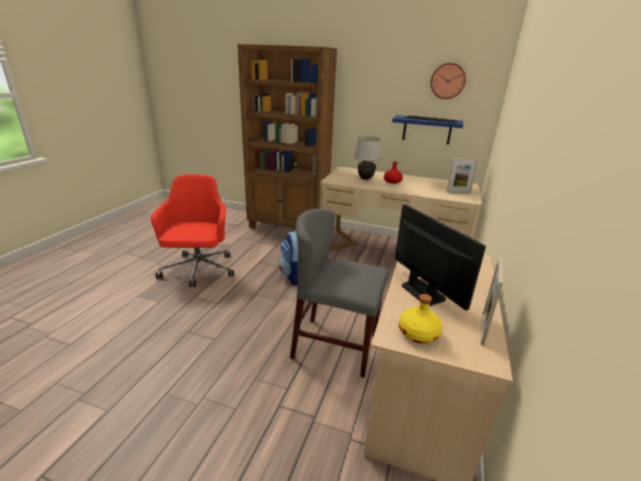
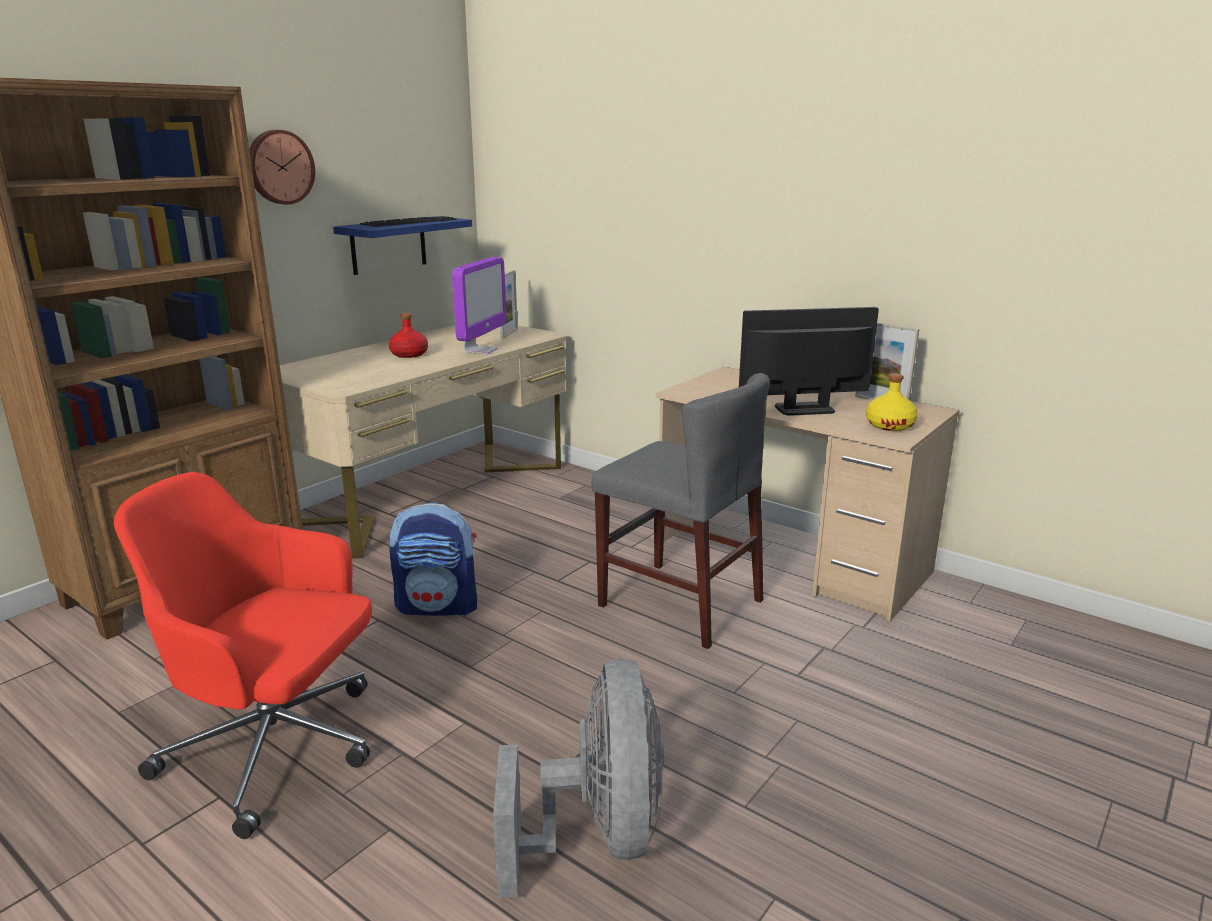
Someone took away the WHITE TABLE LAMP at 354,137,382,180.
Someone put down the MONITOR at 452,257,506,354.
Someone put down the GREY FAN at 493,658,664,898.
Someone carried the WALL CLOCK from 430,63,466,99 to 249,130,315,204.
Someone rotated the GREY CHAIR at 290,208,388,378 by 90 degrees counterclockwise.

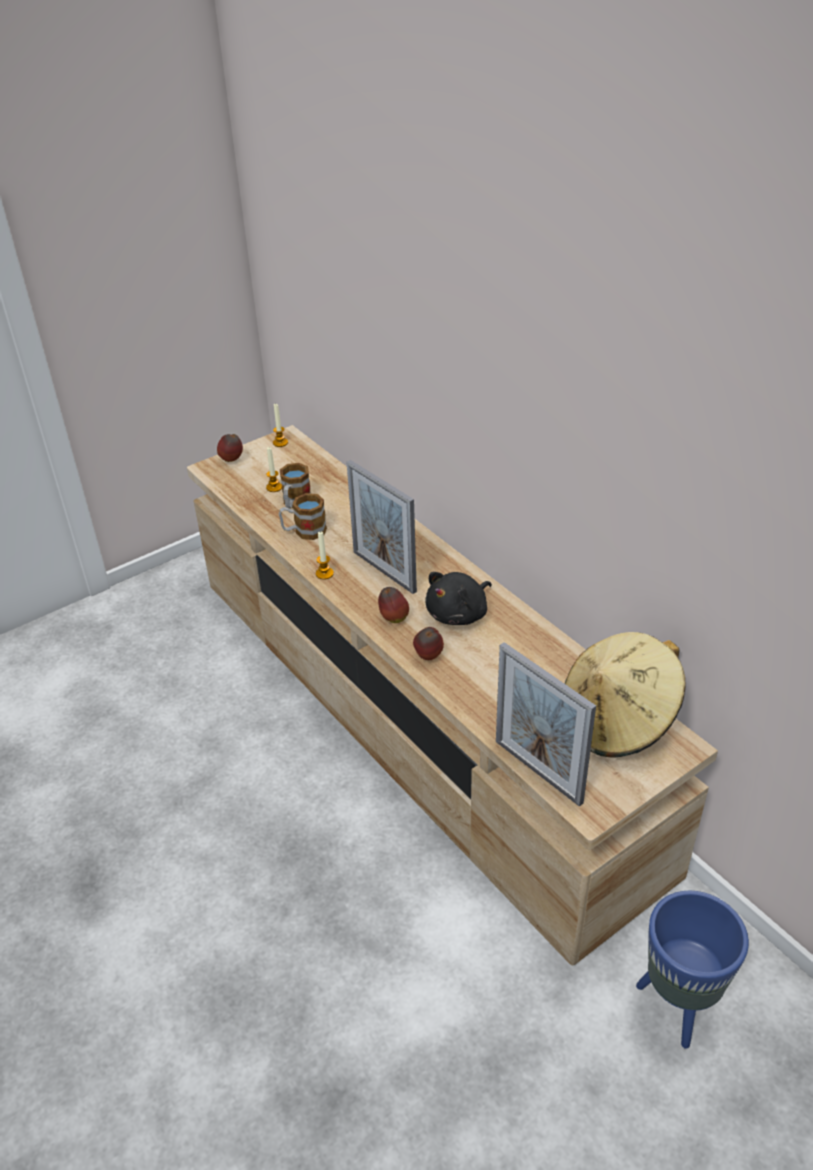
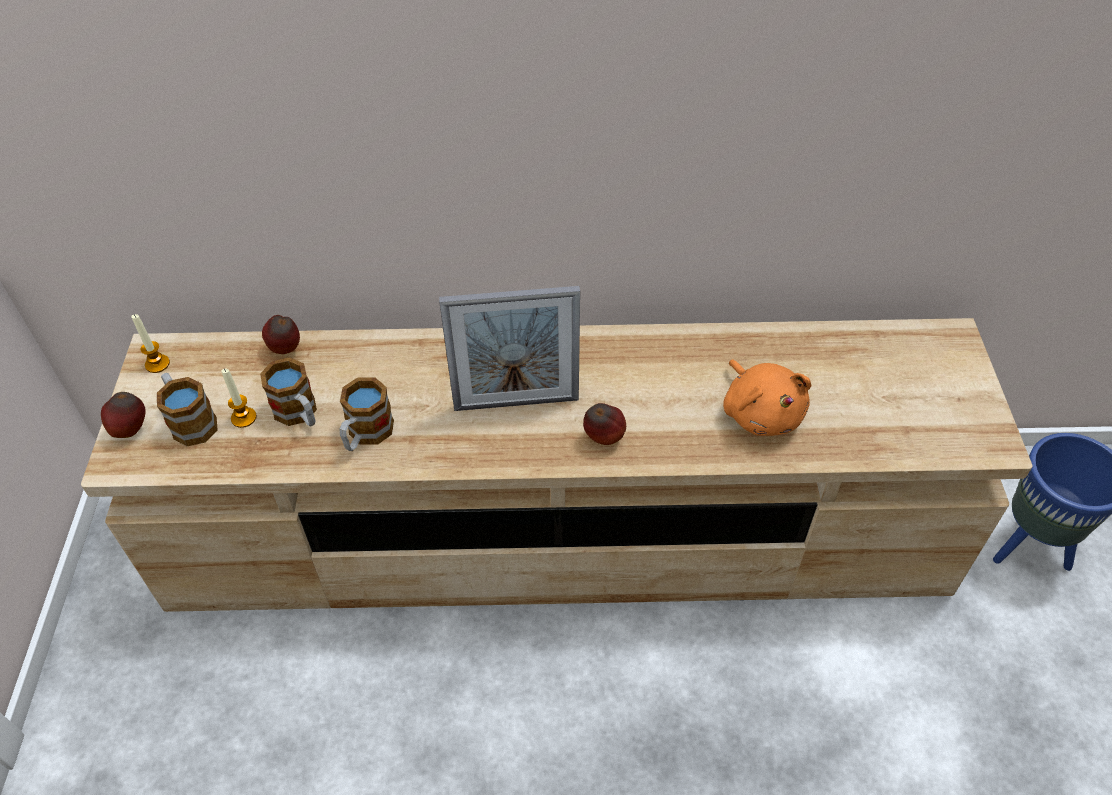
Someone took away the CANDLE at 316,531,334,580.
Someone took away the BLACK PLUSH TOY at 425,572,492,625.
Someone took away the PICTURE FRAME at 496,642,596,807.
Someone took away the BEIGE HAT at 565,632,686,758.
Someone put down the MUG at 157,373,218,446.
Someone put down the ORANGE PLUSH TOY at 723,359,811,436.
Someone carried the APPLE from 413,627,444,660 to 262,315,300,354.

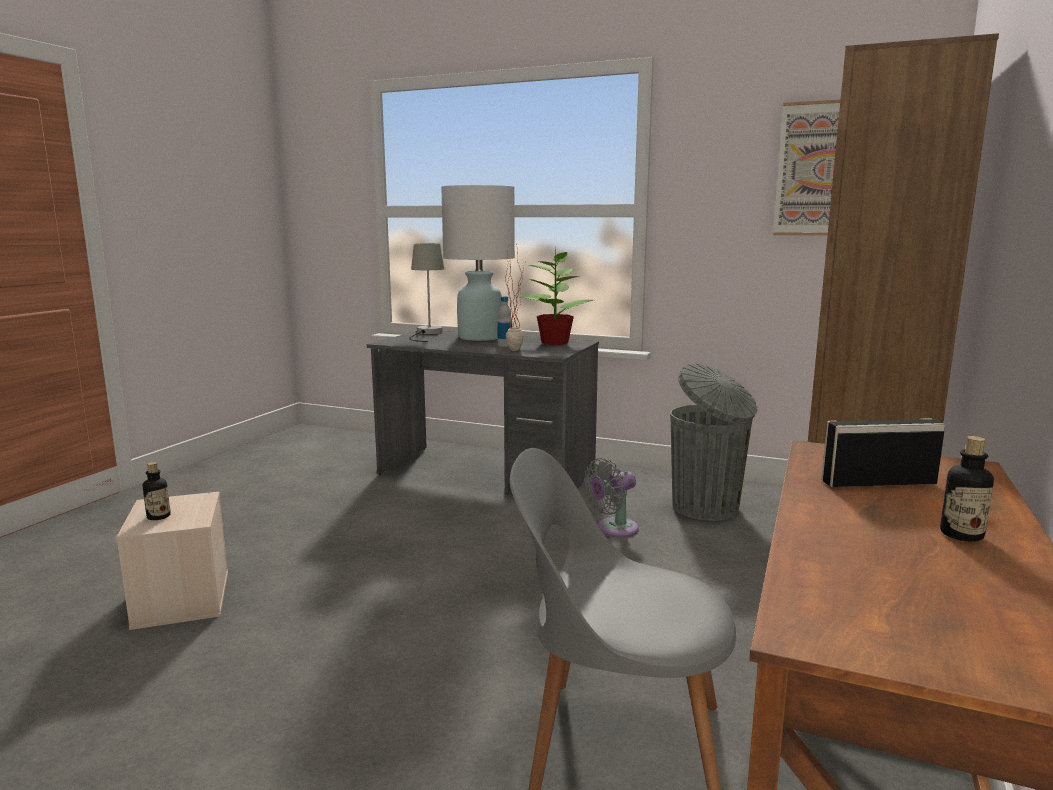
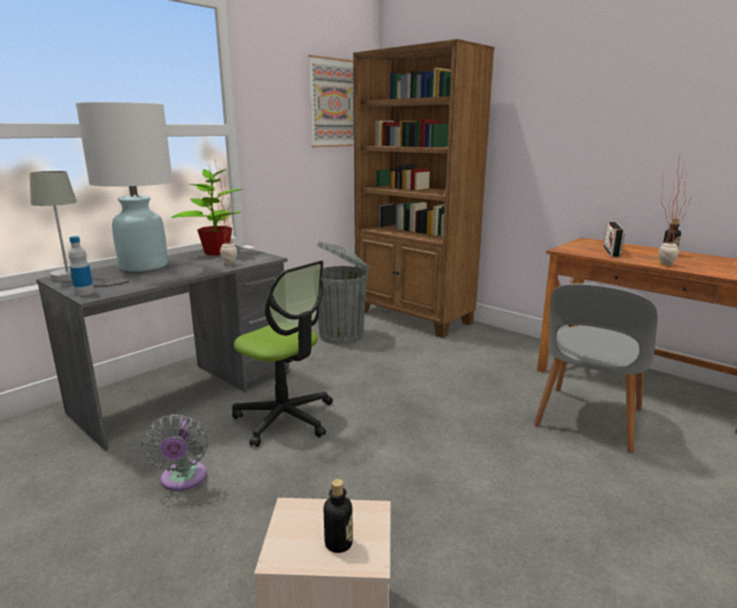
Someone put down the OFFICE CHAIR at 232,261,333,447.
Someone put down the POTTED PLANT at 659,157,689,266.
Someone carried the BOTTLE from 497,297,512,347 to 69,236,94,296.
Someone carried the GREY FAN from 584,458,639,538 to 141,414,208,491.

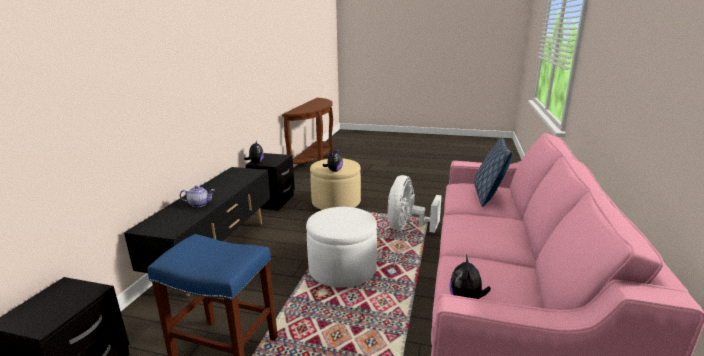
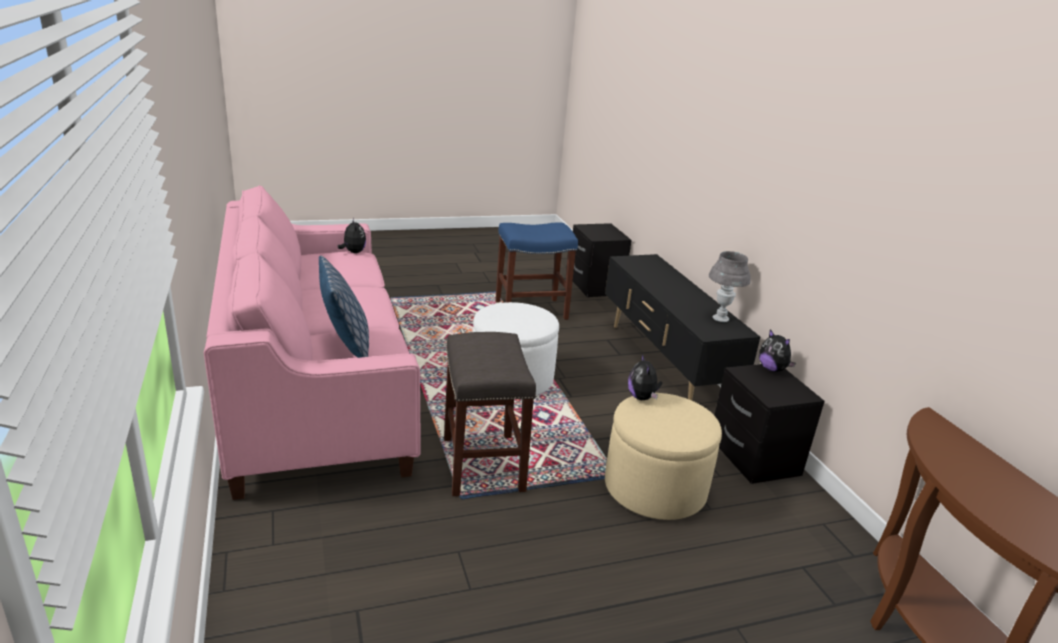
Someone took away the TEAPOT at 180,186,214,207.
Someone put down the GREY TABLE LAMP at 709,251,751,322.
Someone swapped the WHITE FAN at 388,175,442,233 for the GREY STOOL at 444,332,536,496.

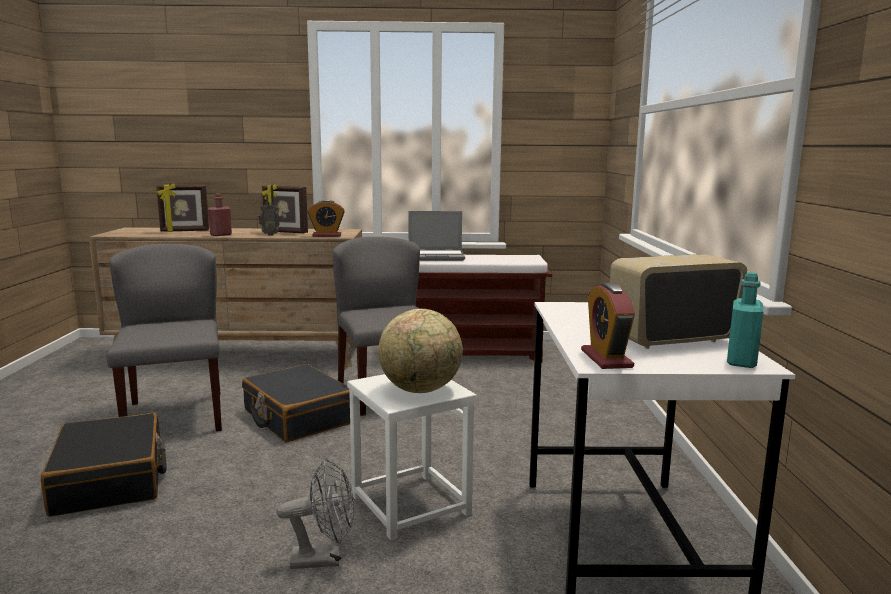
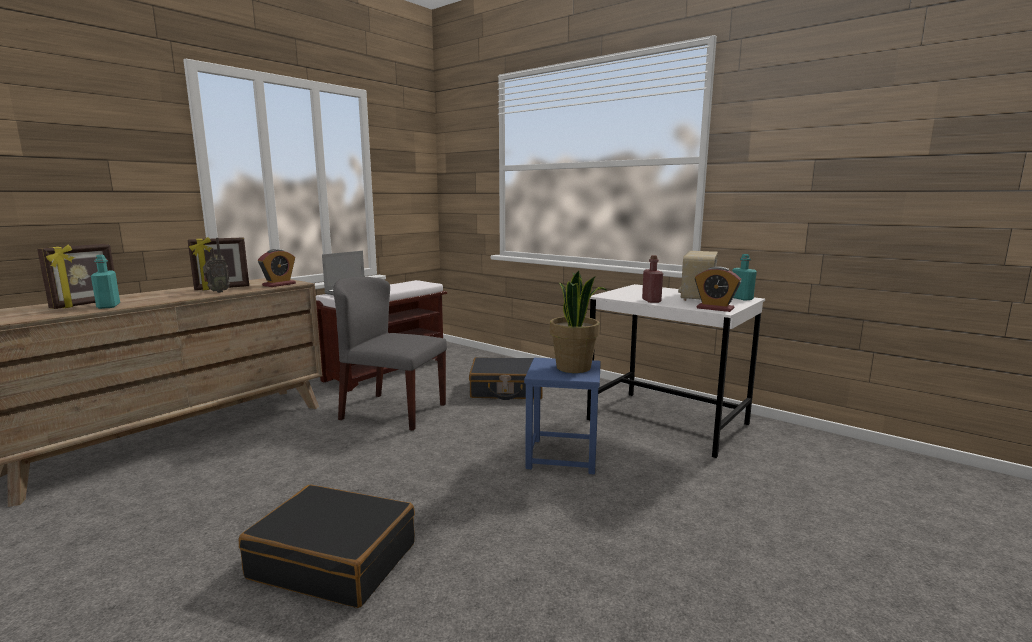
Someone took away the GREY CHAIR at 107,244,222,432.
Someone took away the GREY FAN at 277,458,354,569.
Someone put down the TURQUOISE BOTTLE at 91,255,120,309.
Someone carried the RED BOTTLE from 208,193,232,236 to 642,255,663,303.
Someone carried the BLACK SUITCASE from 242,364,350,442 to 469,357,542,400.
Someone swapped the GLOBE at 378,309,463,393 for the POTTED PLANT at 550,271,608,373.
Someone repainted the WHITE STOOL at 347,374,477,540, which became the BLUE STOOL at 524,358,601,475.

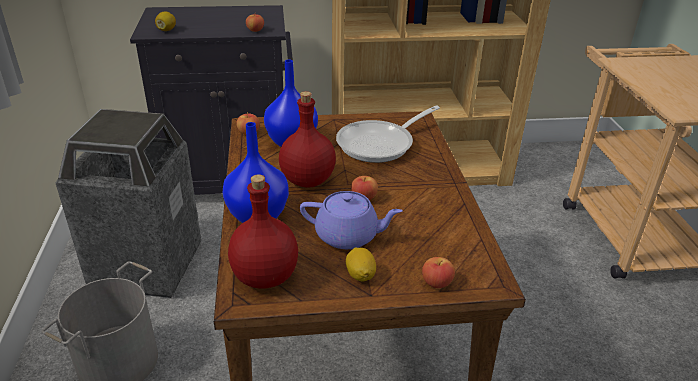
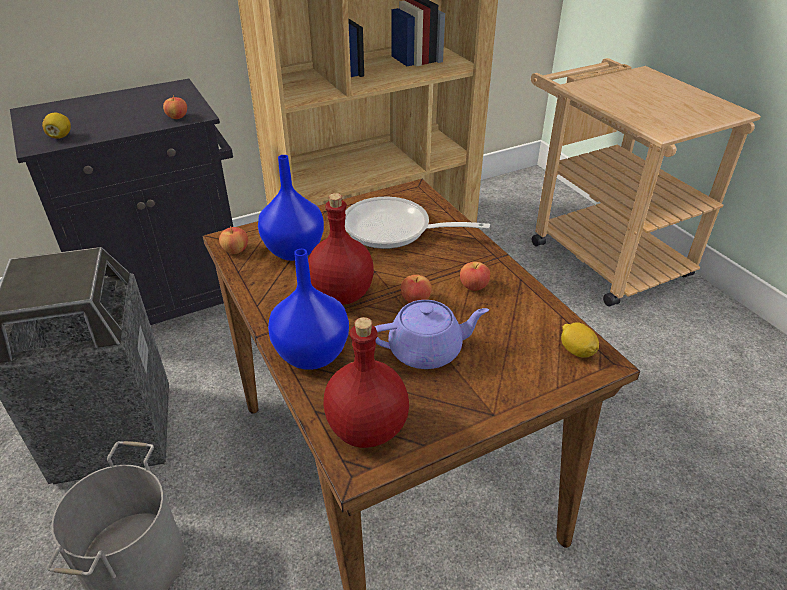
Someone carried the LEMON from 346,248,376,281 to 561,322,599,358.
Someone carried the APPLE from 422,257,455,288 to 460,262,491,291.
Someone rotated the FRYING PAN at 336,105,440,163 by 75 degrees clockwise.

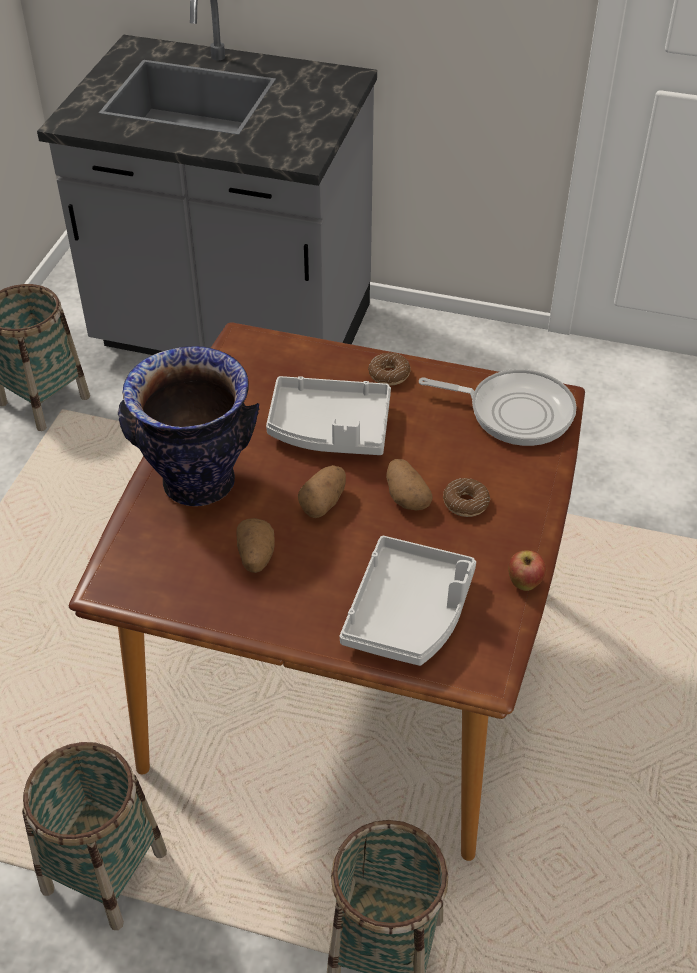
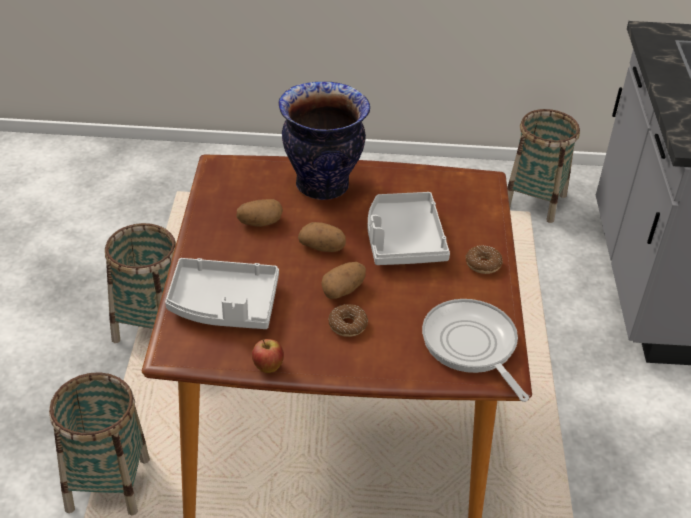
Someone rotated the FRYING PAN at 419,369,577,446 by 150 degrees clockwise.

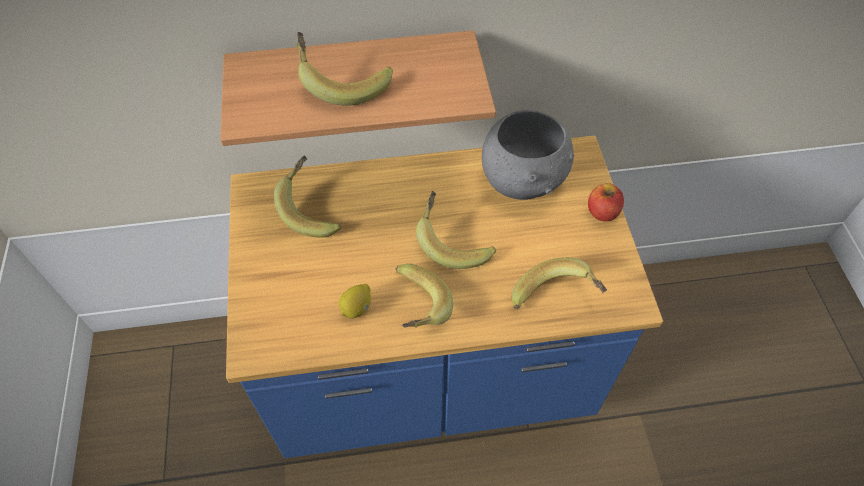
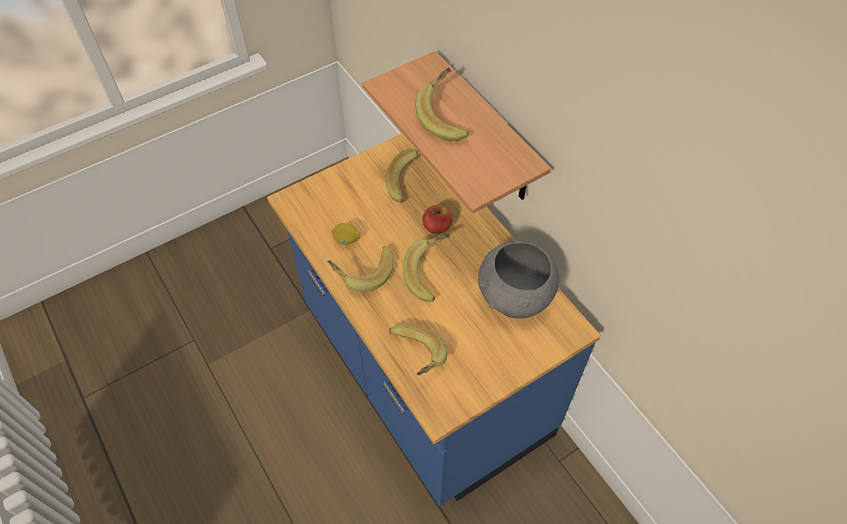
Someone carried the APPLE from 588,183,624,222 to 423,205,452,234.

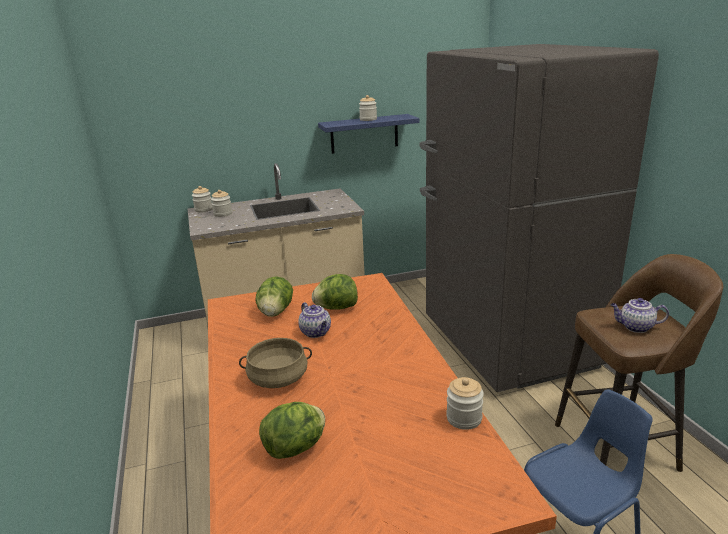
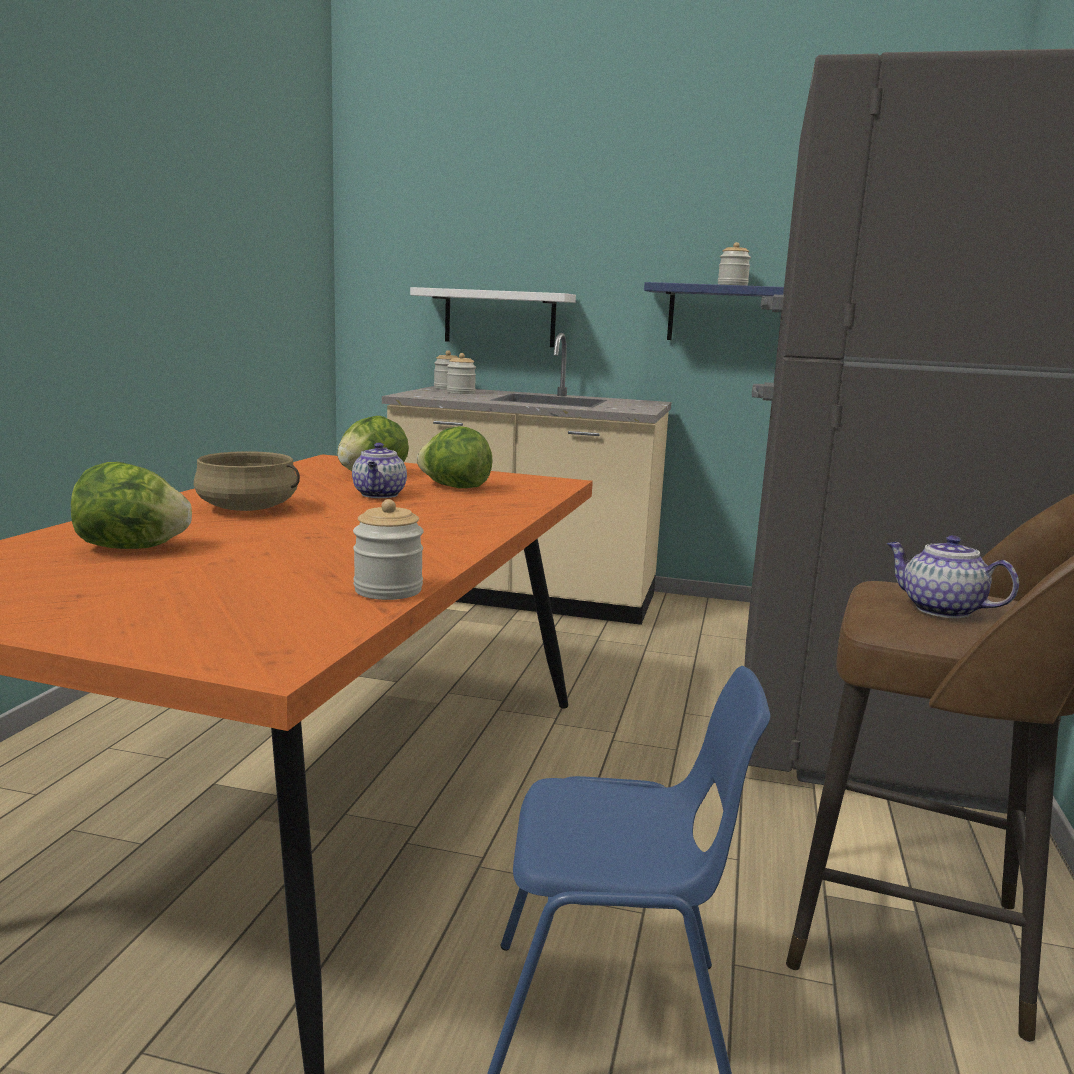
Someone put up the WHITE SHELF at 410,287,576,347.

